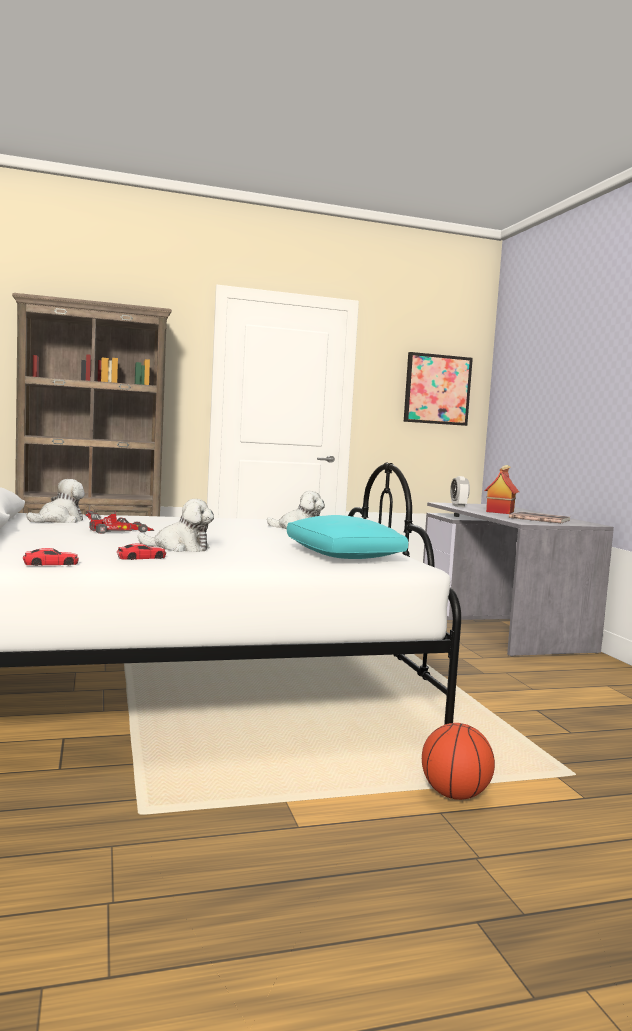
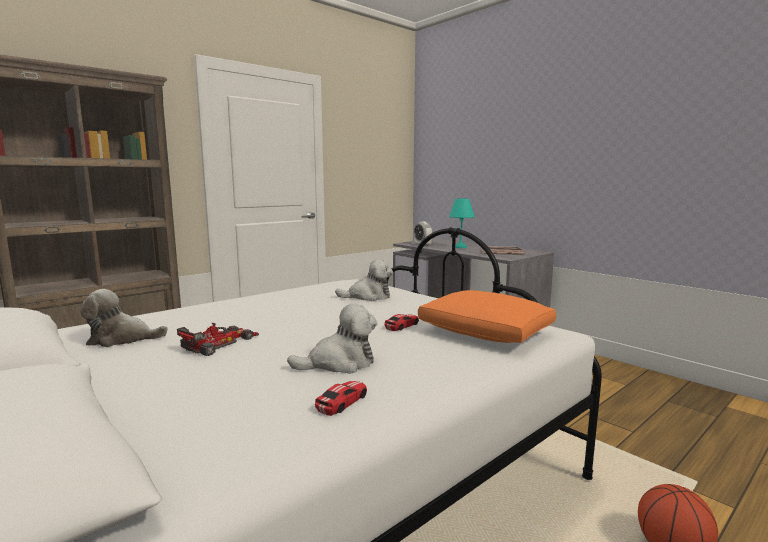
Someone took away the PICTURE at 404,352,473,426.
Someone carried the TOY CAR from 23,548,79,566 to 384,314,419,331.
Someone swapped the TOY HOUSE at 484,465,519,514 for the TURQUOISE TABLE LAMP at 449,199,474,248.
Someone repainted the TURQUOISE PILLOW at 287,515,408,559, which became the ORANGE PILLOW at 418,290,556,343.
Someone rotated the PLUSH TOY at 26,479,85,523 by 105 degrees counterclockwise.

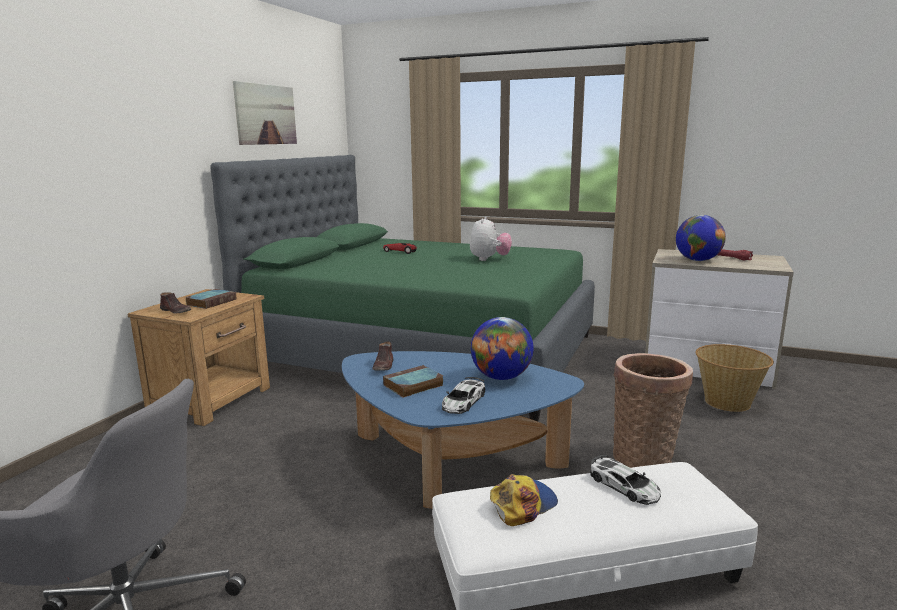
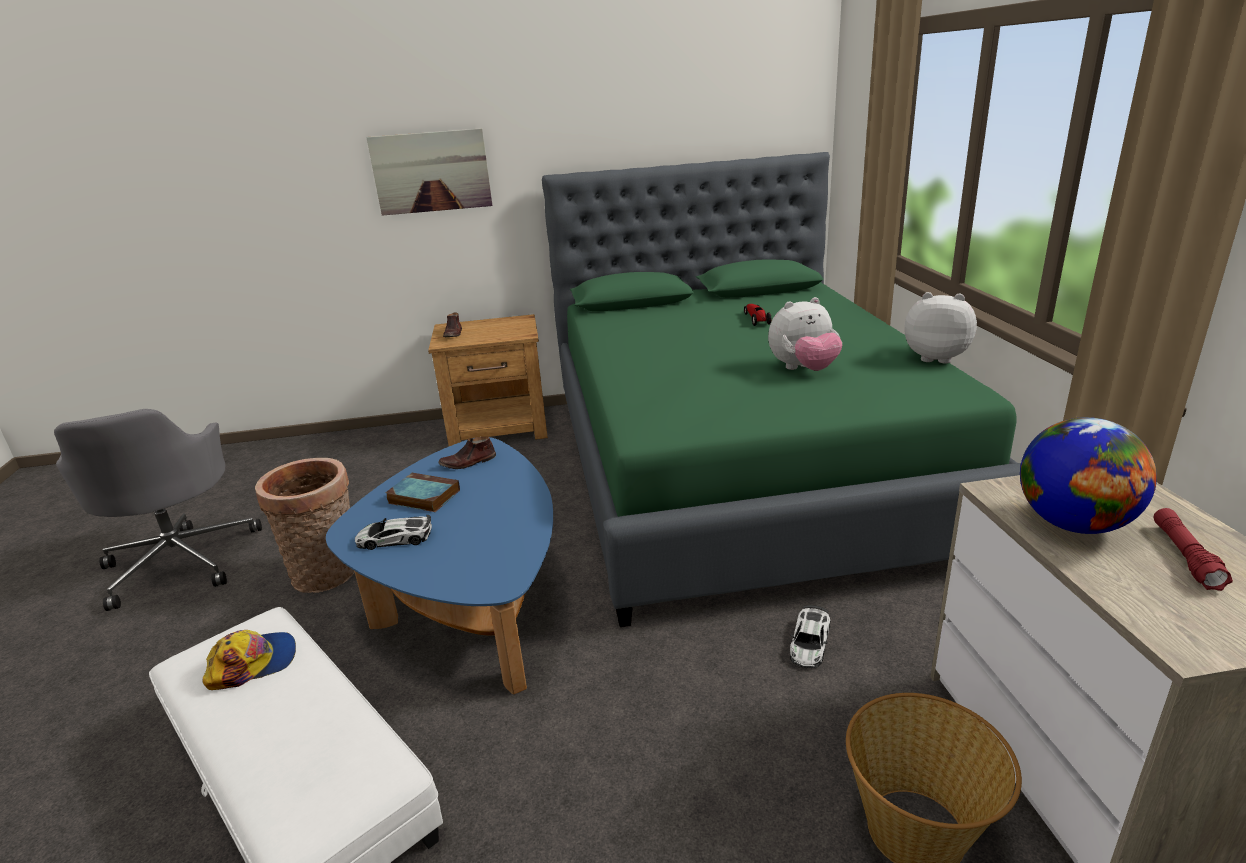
Someone took away the BOOK at 185,289,236,309.
Someone took away the GLOBE at 471,317,534,380.
Someone put down the PLUSH TOY at 904,292,977,364.
Someone carried the PICTURE from 233,81,297,145 to 366,128,492,216.
Someone carried the TOY CAR from 590,455,661,505 to 790,605,830,668.
Someone carried the BASKET from 613,353,693,468 to 255,458,355,593.
Someone rotated the CAP at 490,474,558,526 by 45 degrees counterclockwise.

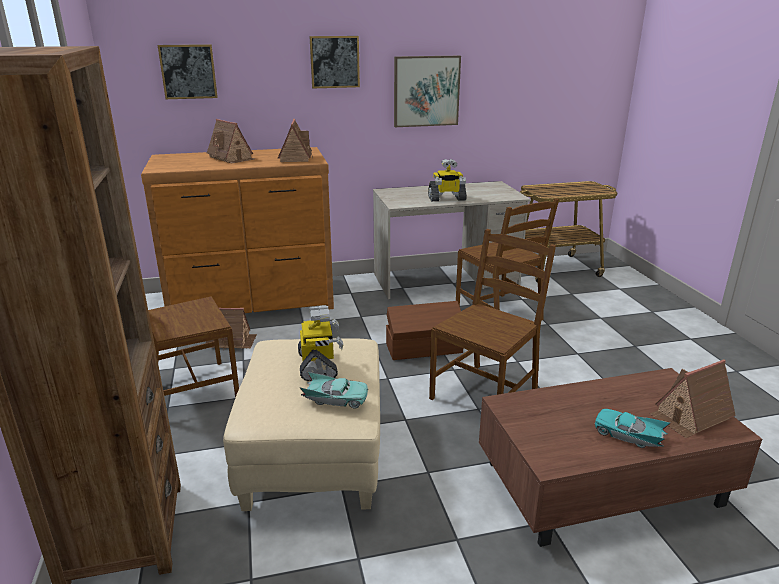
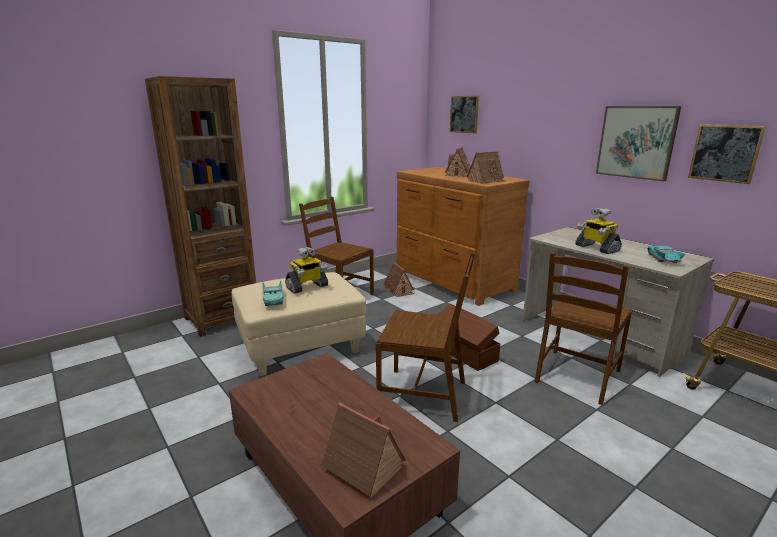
Someone carried the PICTURE from 309,36,360,88 to 688,124,766,184.
Someone carried the TURQUOISE TOY CAR from 595,409,670,448 to 648,246,685,263.

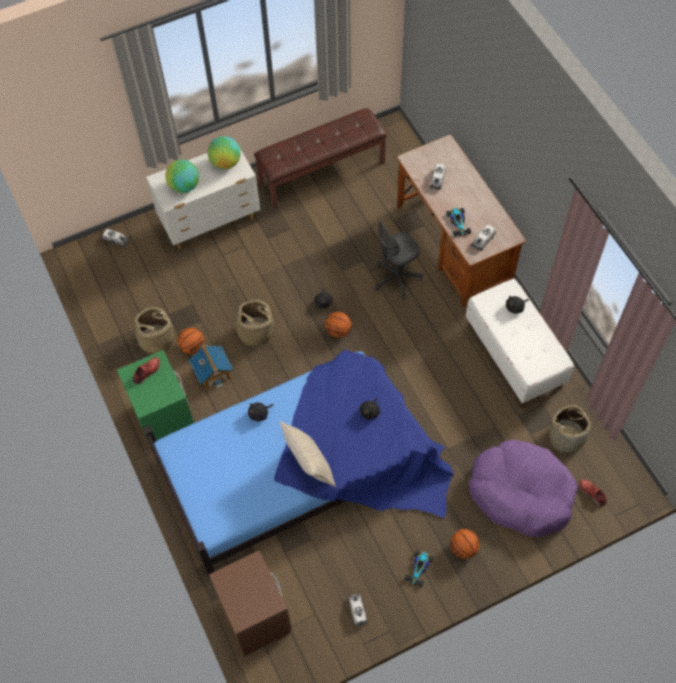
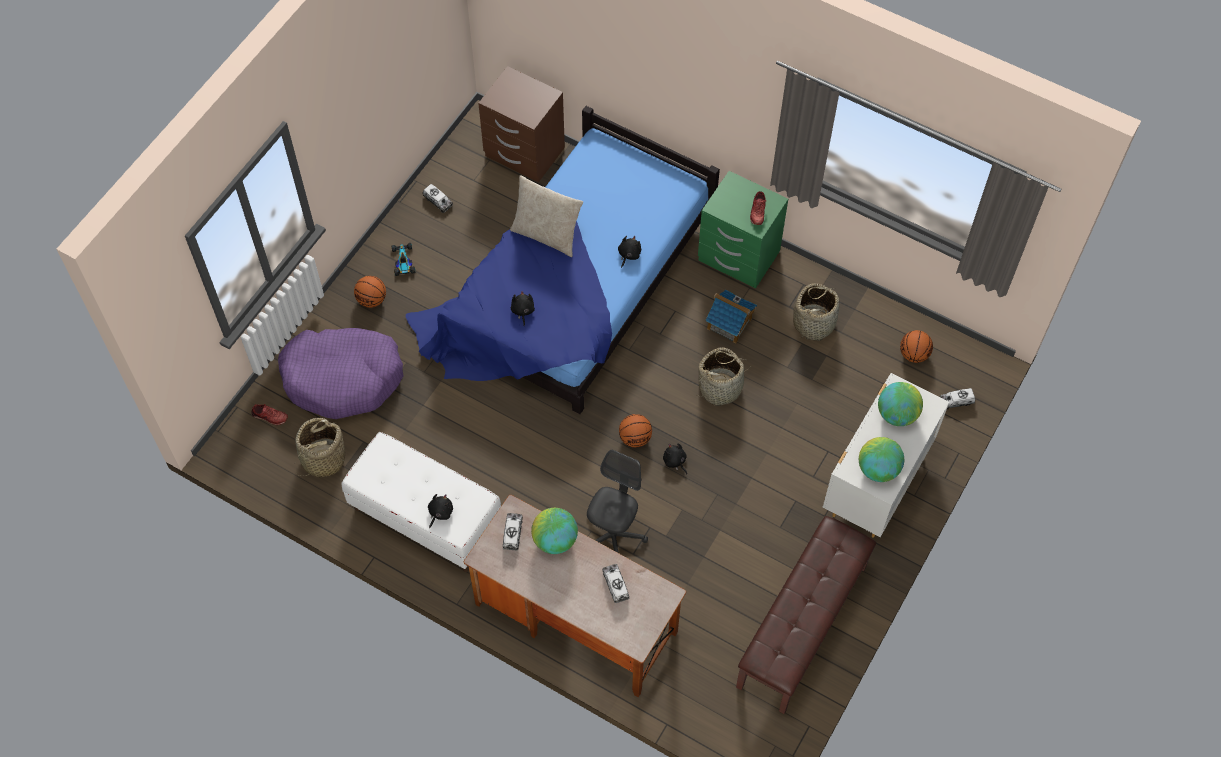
Someone carried the BASKETBALL from 178,328,204,354 to 900,330,933,363.
Someone swapped the TOY CAR at 446,208,471,237 for the GLOBE at 531,508,578,554.

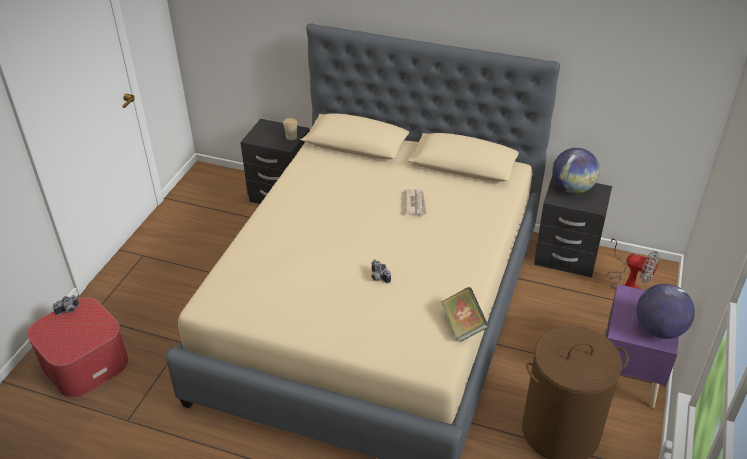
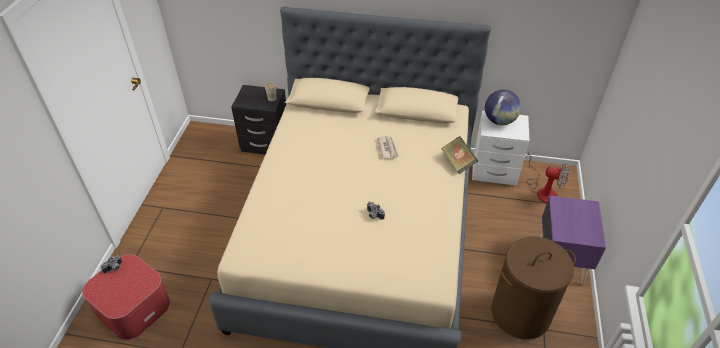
Someone took away the GLOBE at 636,284,695,339.
Someone carried the BOOK from 441,287,489,342 to 441,136,478,174.
Someone repainted the BLACK NIGHTSTAND at 534,175,612,277, which became the WHITE NIGHTSTAND at 472,111,529,186.

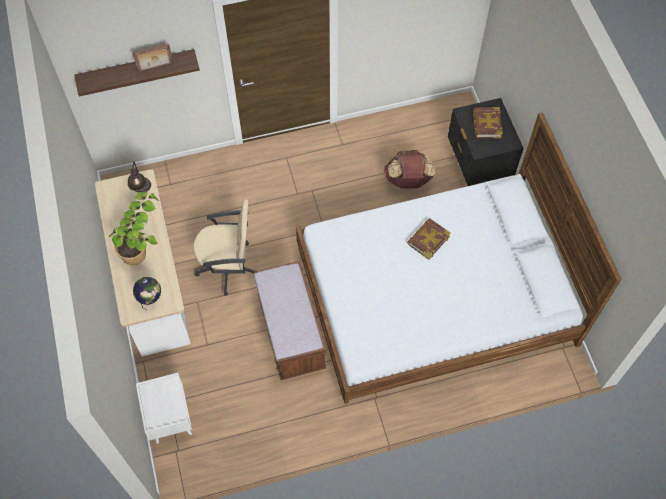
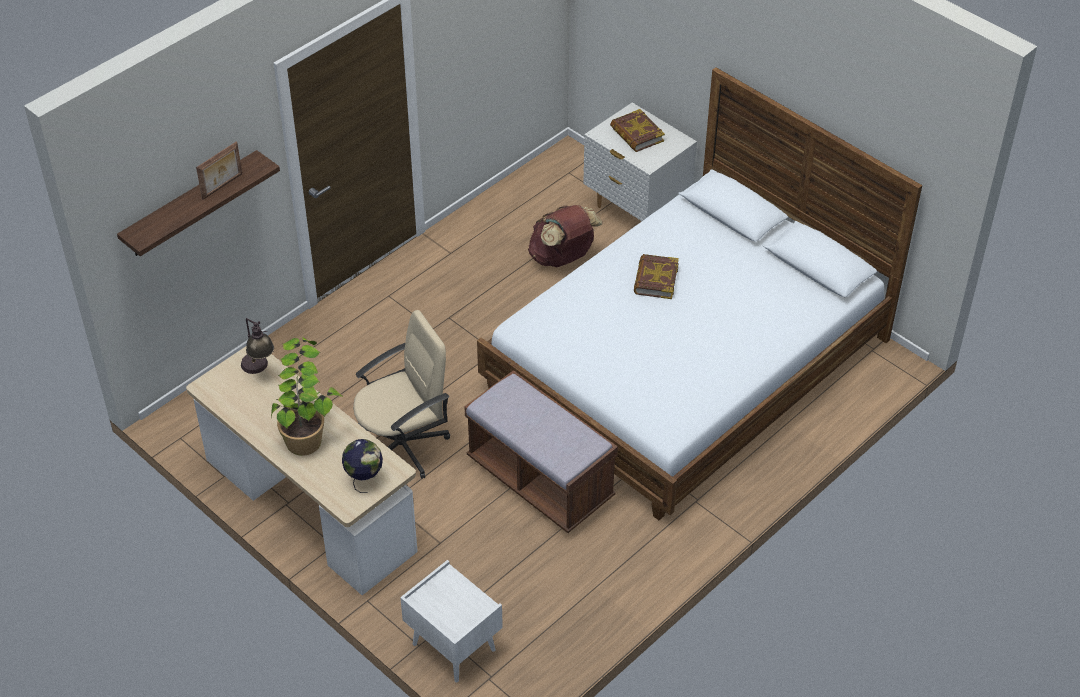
Someone repainted the BLACK NIGHTSTAND at 448,98,524,186, which became the WHITE NIGHTSTAND at 583,103,697,221.

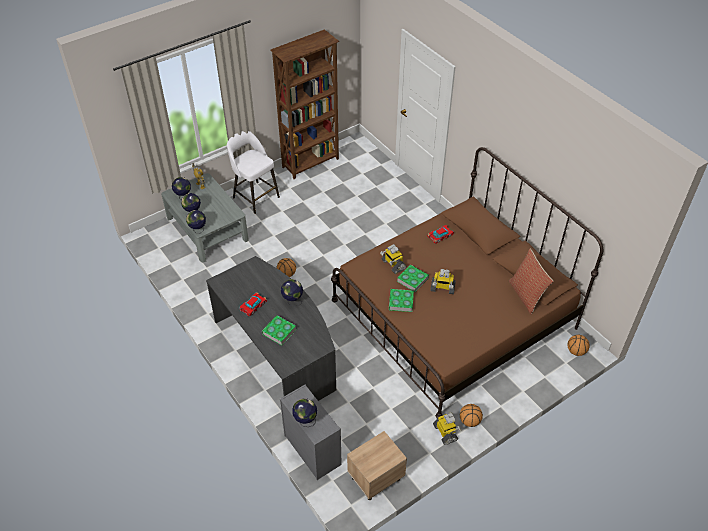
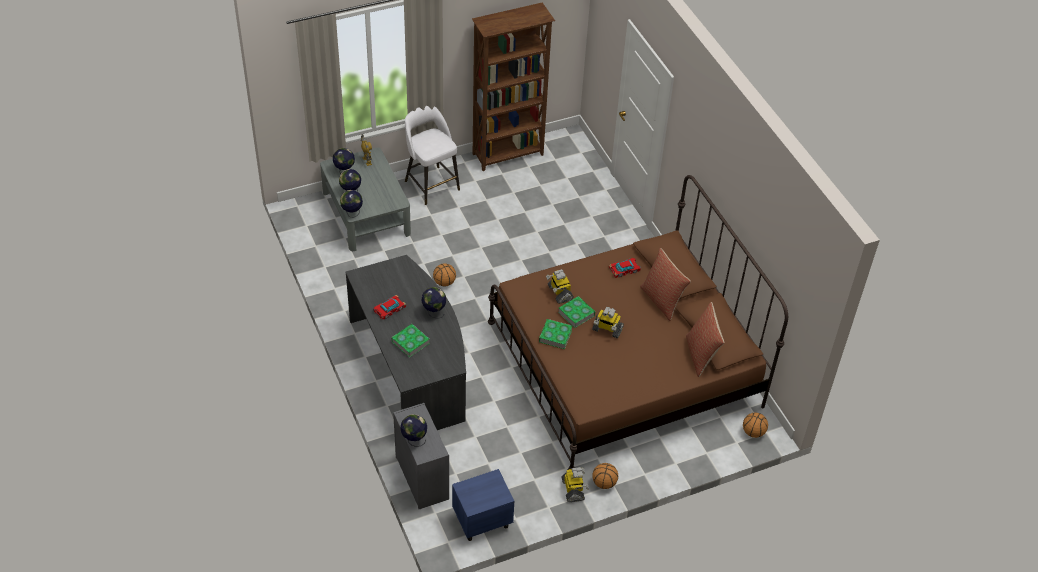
Someone put down the PILLOW at 640,248,691,321.
Someone repainted the BEIGE NIGHTSTAND at 347,431,407,500, which became the BLUE NIGHTSTAND at 452,469,515,541.

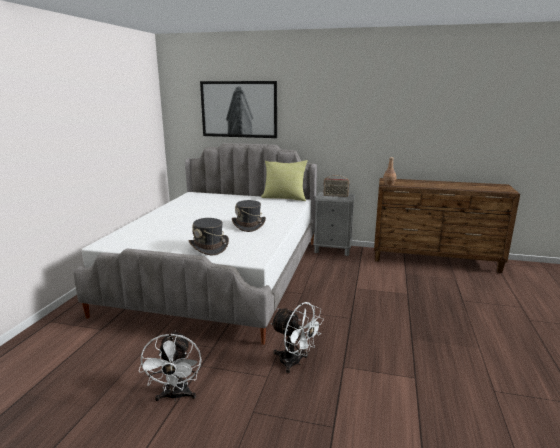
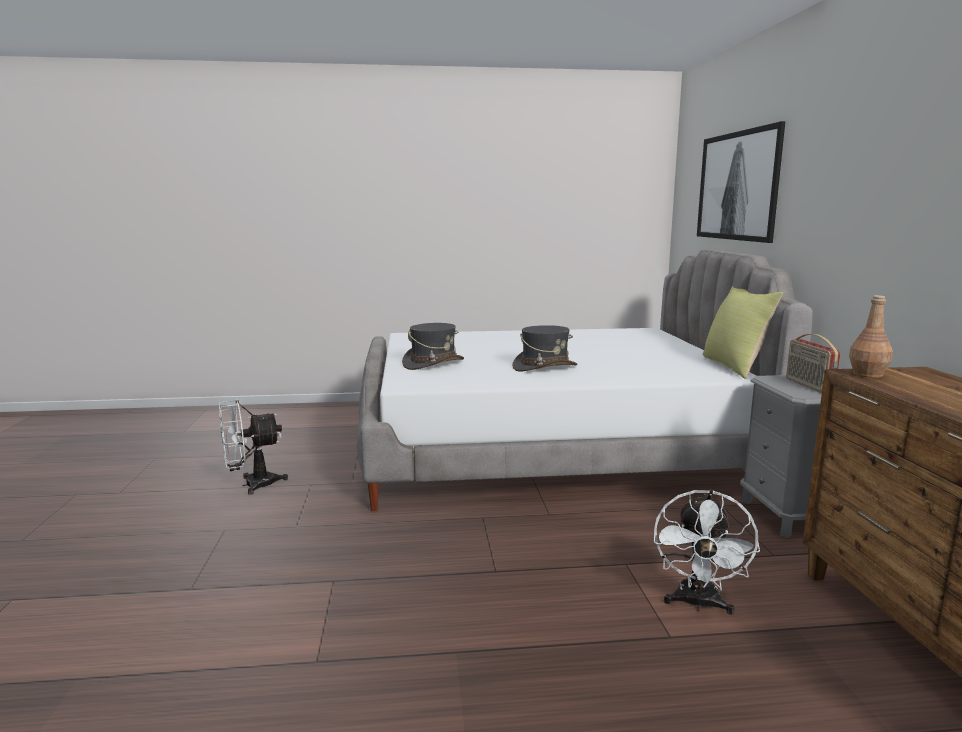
Someone carried the WHITE FAN from 271,302,324,373 to 654,490,760,615.

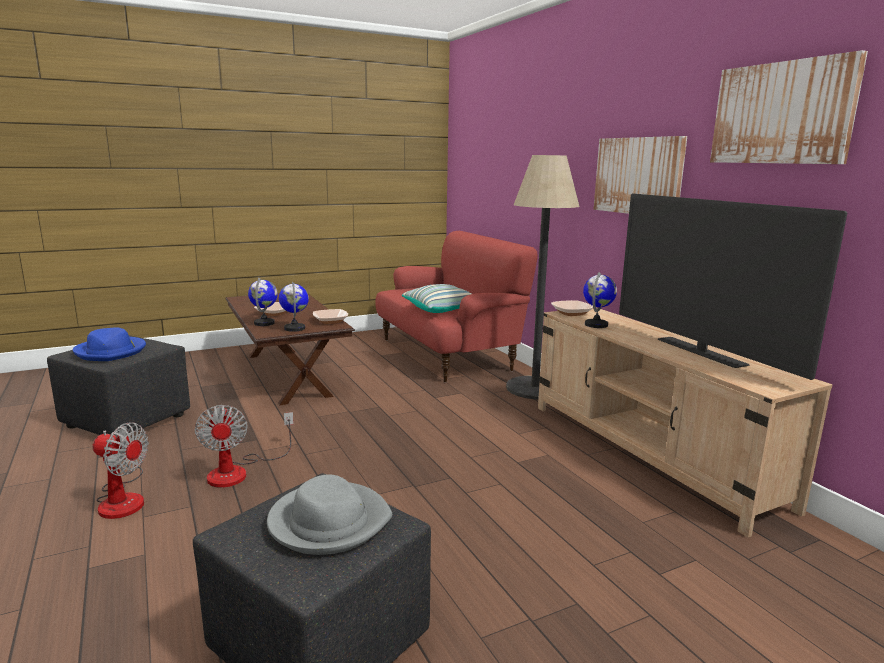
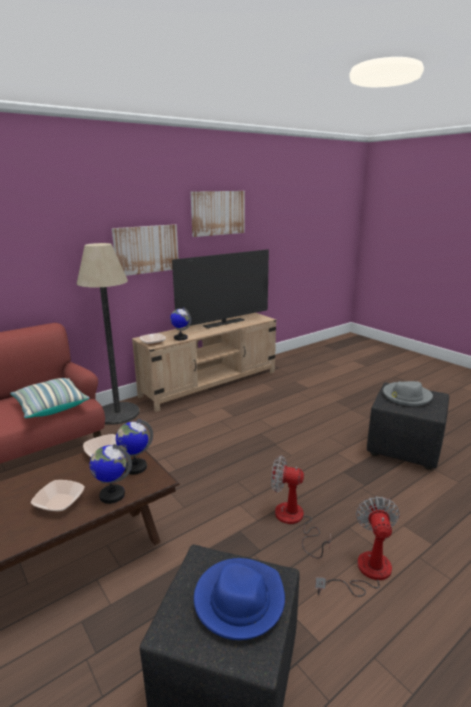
Someone rotated the FAN at 195,405,294,487 by 135 degrees counterclockwise.

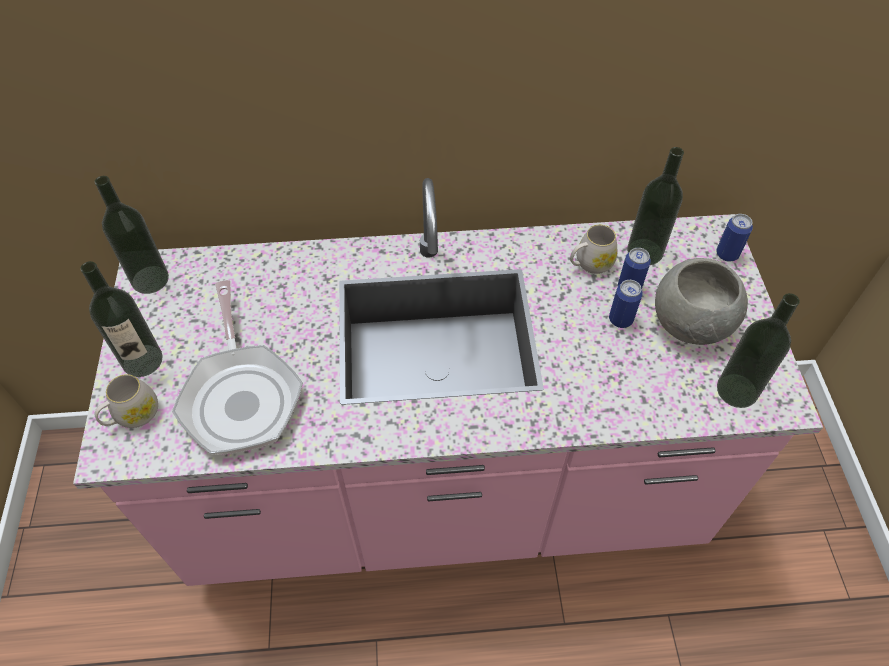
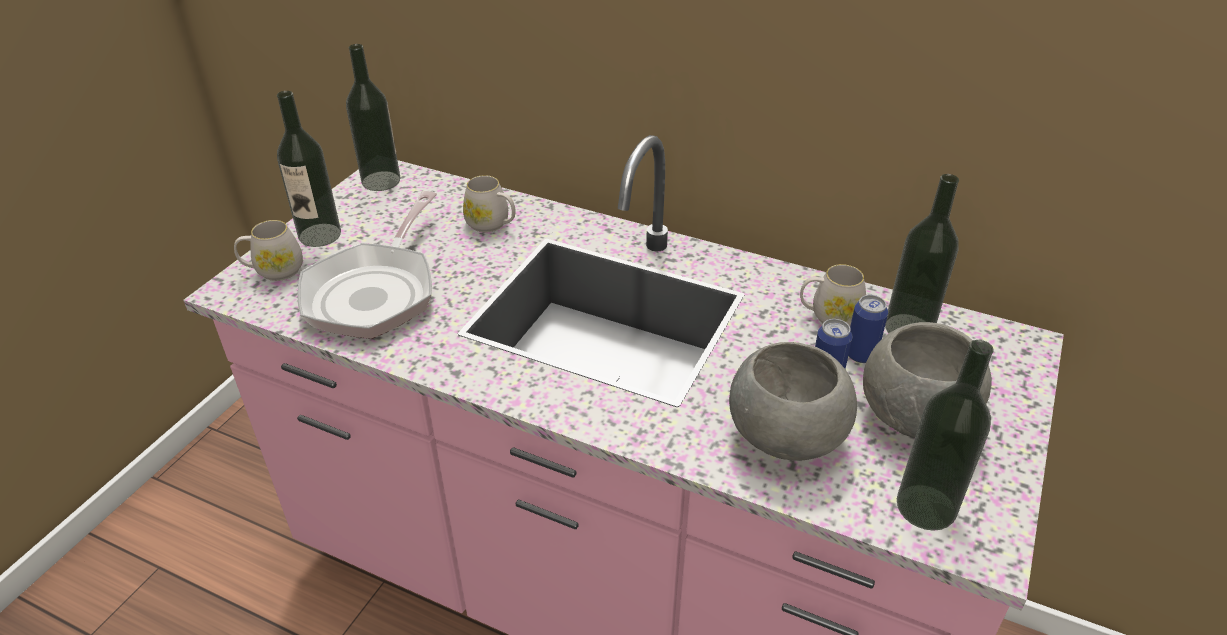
Someone took away the CAN at 716,214,753,262.
Someone put down the WHITE MUG at 463,175,516,233.
Someone put down the GREY BOWL at 729,342,857,461.

